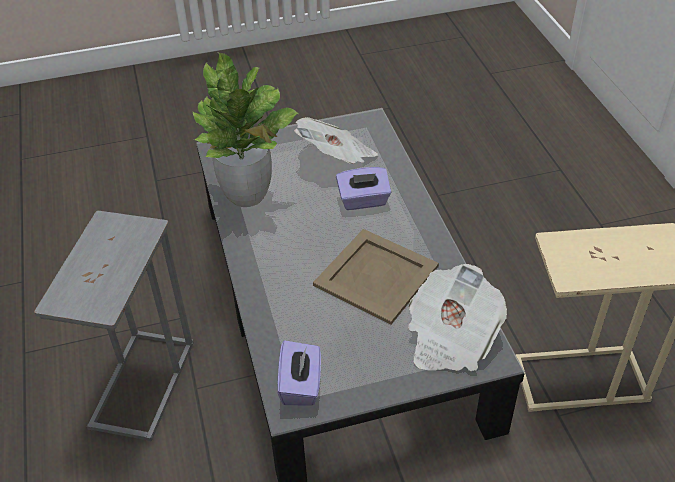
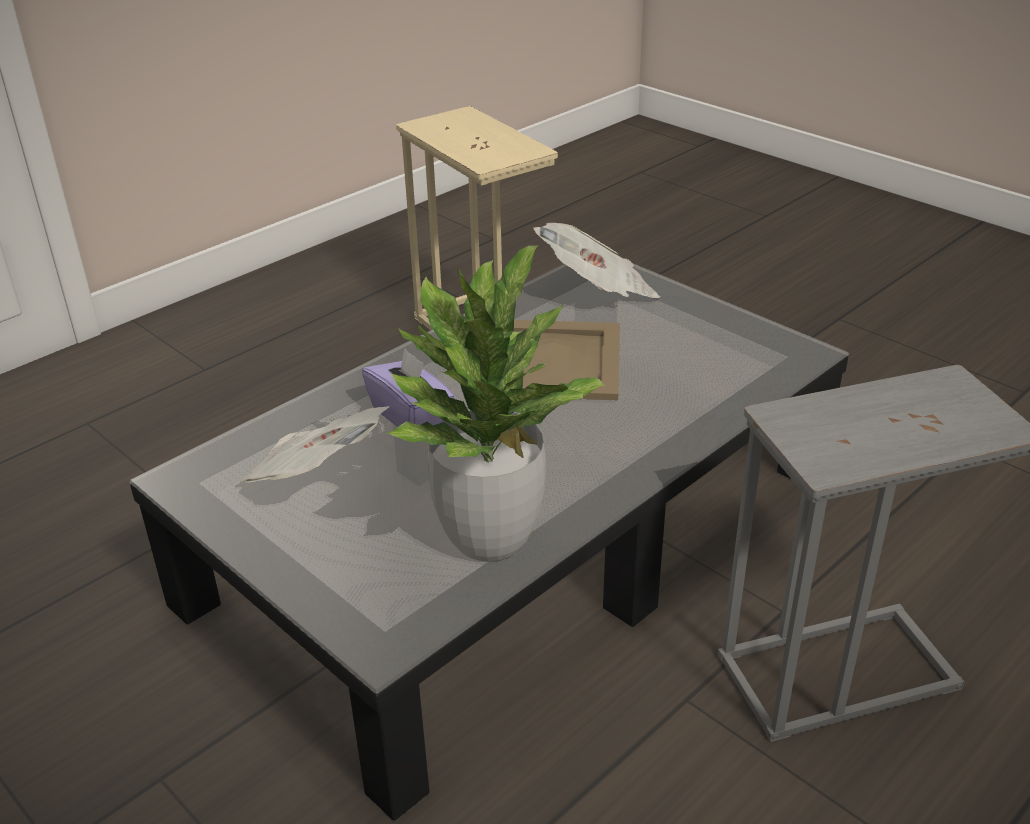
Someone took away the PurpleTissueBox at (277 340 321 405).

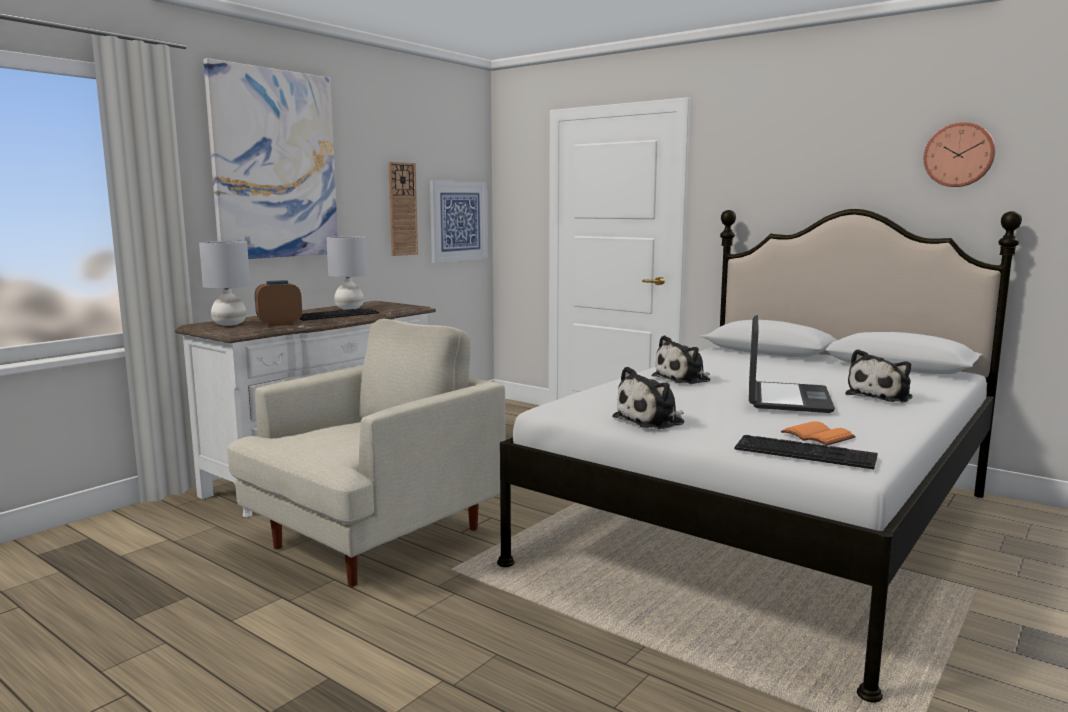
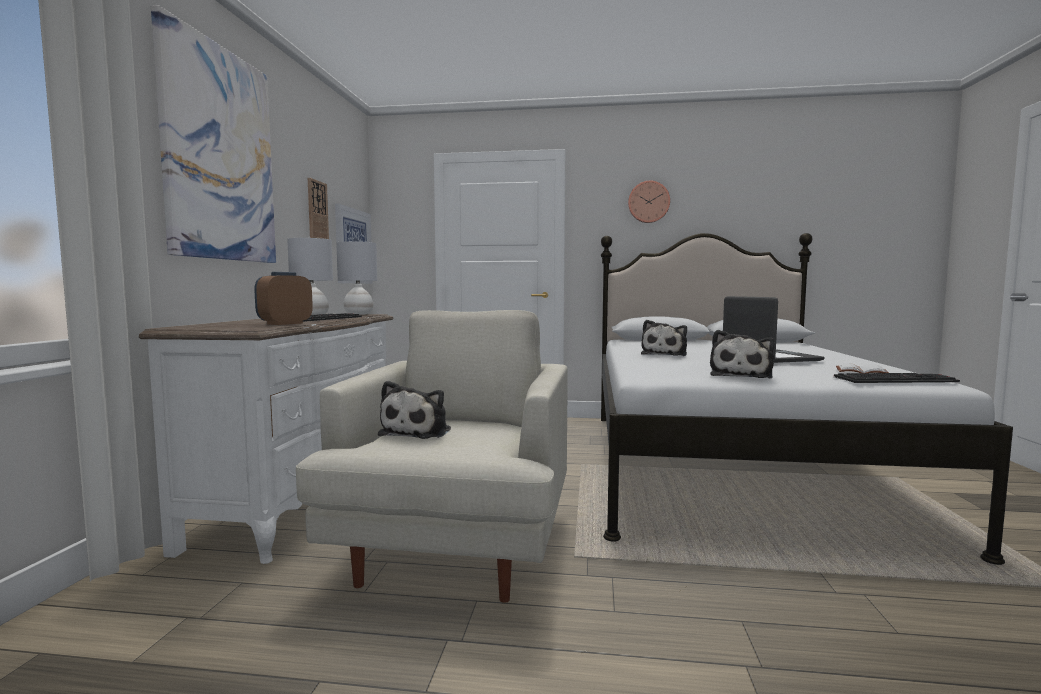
Someone carried the GreyTableLamp from (199 241 250 326) to (336 241 377 315). Someone carried the PlushToy from (845 349 912 402) to (378 381 451 439). Someone carried the WallClock from (924 122 995 187) to (628 181 670 223). Someone repainted the OrangeBook at (781 421 856 445), which became the WhiteBook at (836 363 889 374).

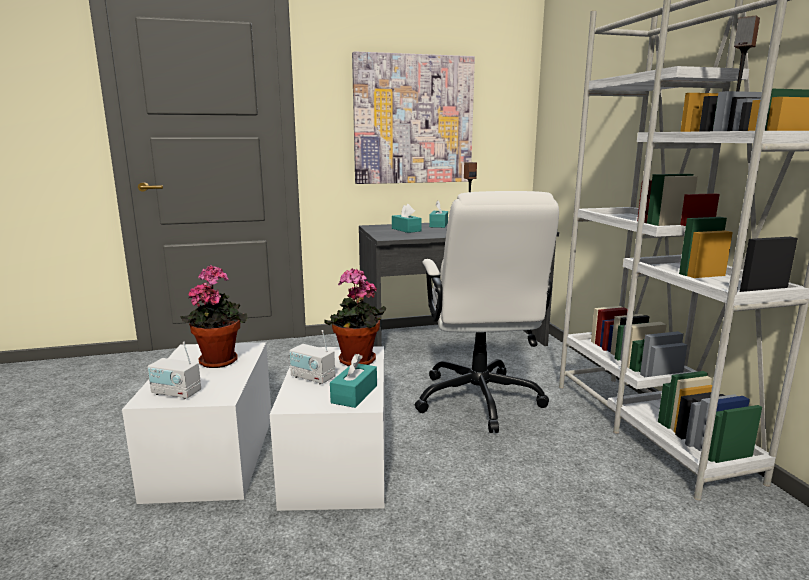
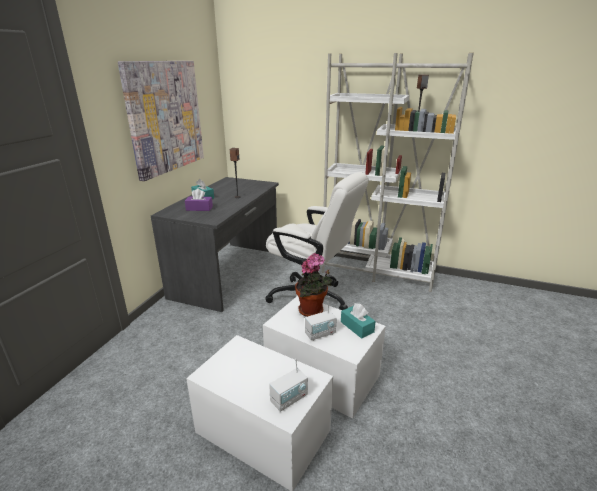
Someone took away the PottedPlant at (180 265 248 368). Someone repainted the TurquoiseTissueBox at (392 204 422 233), which became the PurpleTissueBox at (185 189 213 211).

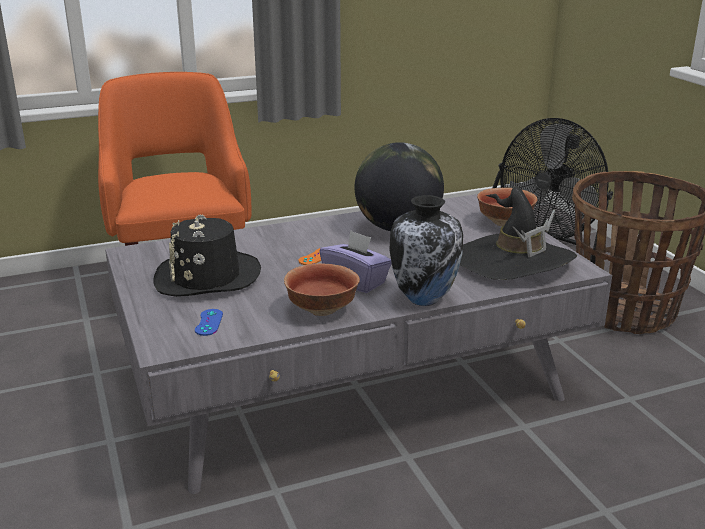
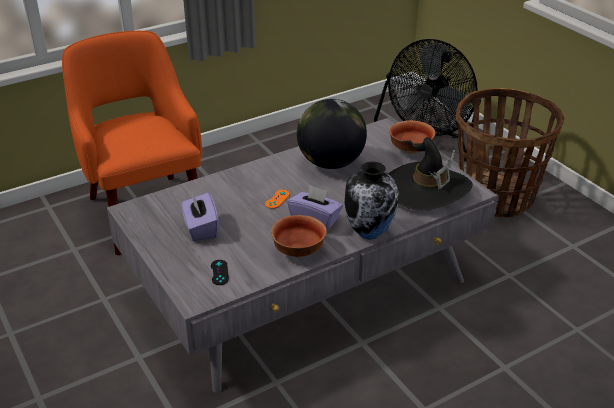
Someone swapped the BlackHat at (153 214 261 297) for the PurpleTissueBox at (181 192 219 241). Someone repainted the BlueGameController at (195 309 223 336), which became the BlackGameController at (211 260 229 285).

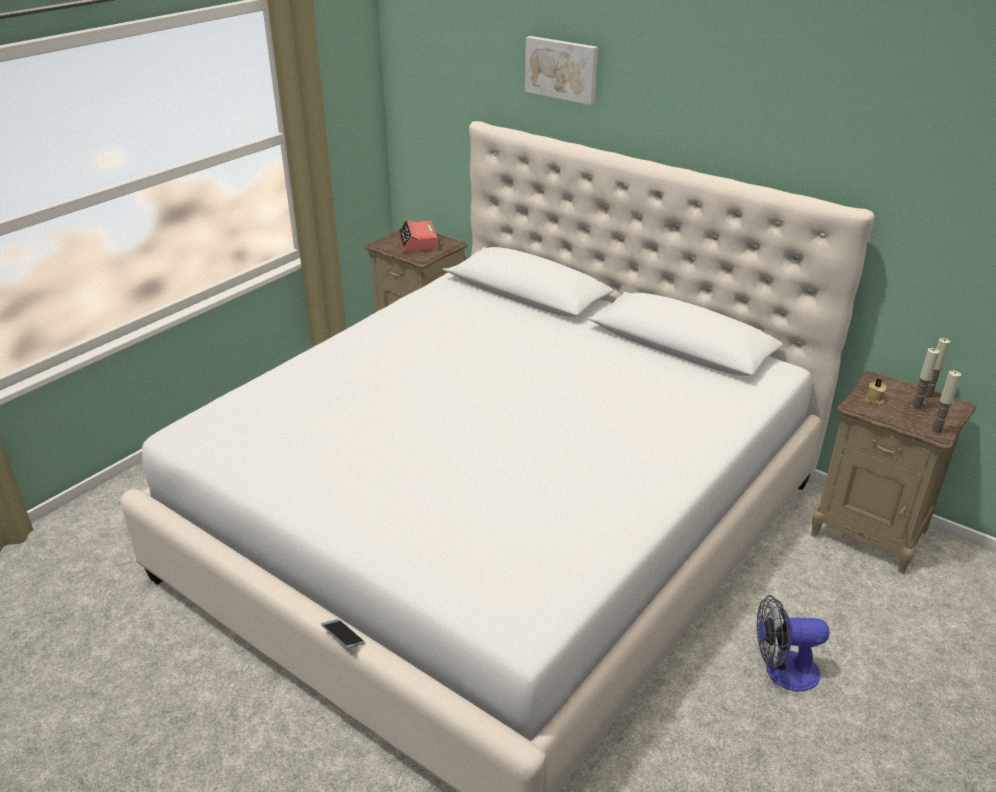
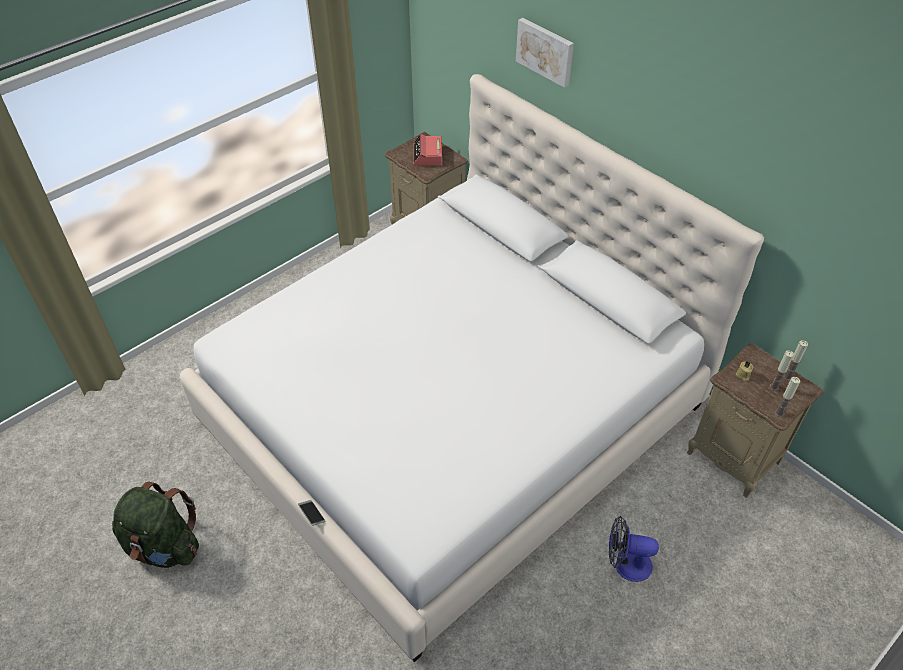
Someone put down the GreenBackpack at (112 481 199 568).

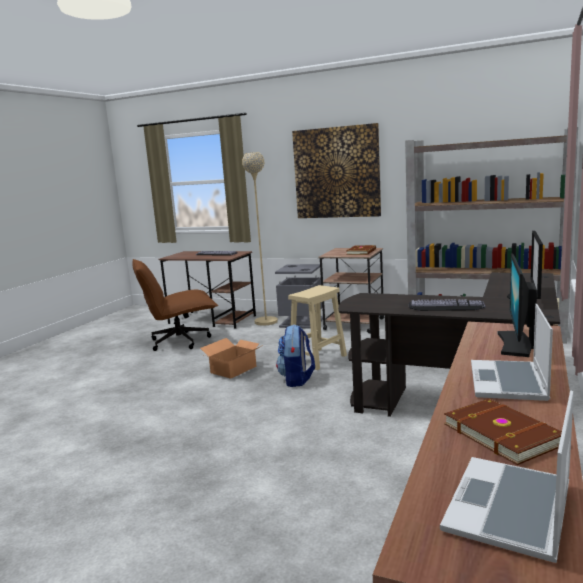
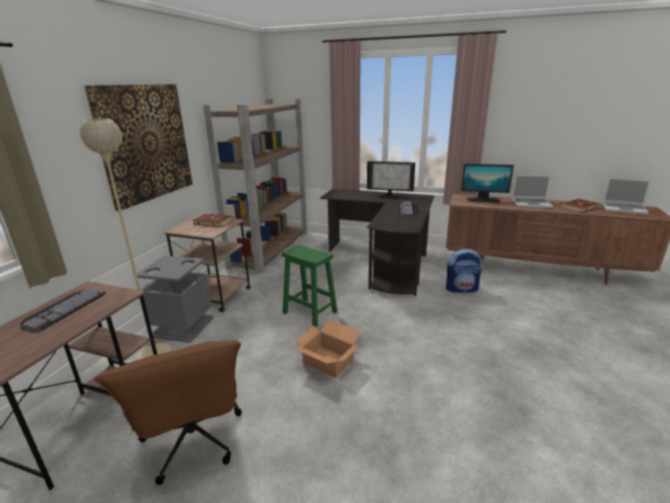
Someone carried the Backpack from (276 324 315 387) to (446 249 482 292). Someone repainted the BeigeStool at (288 285 347 370), which became the GreenStool at (282 245 338 327).

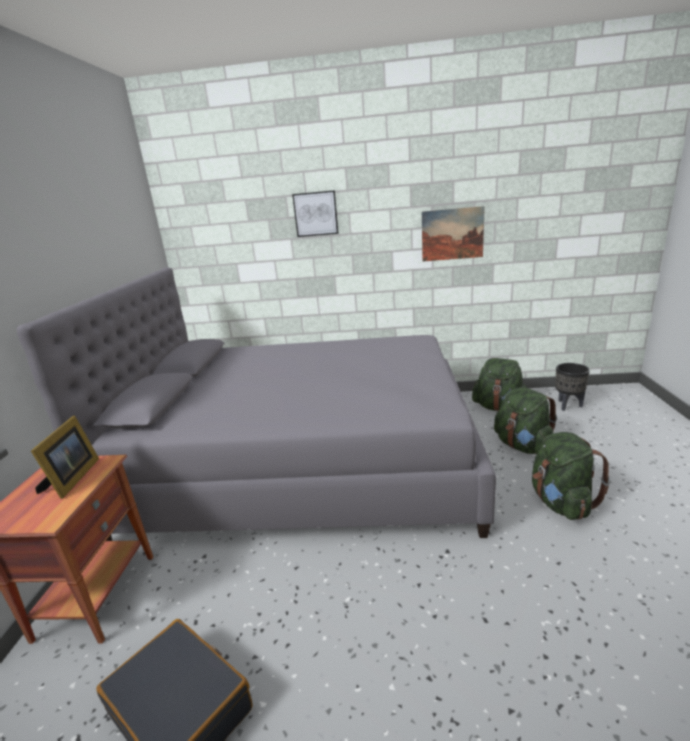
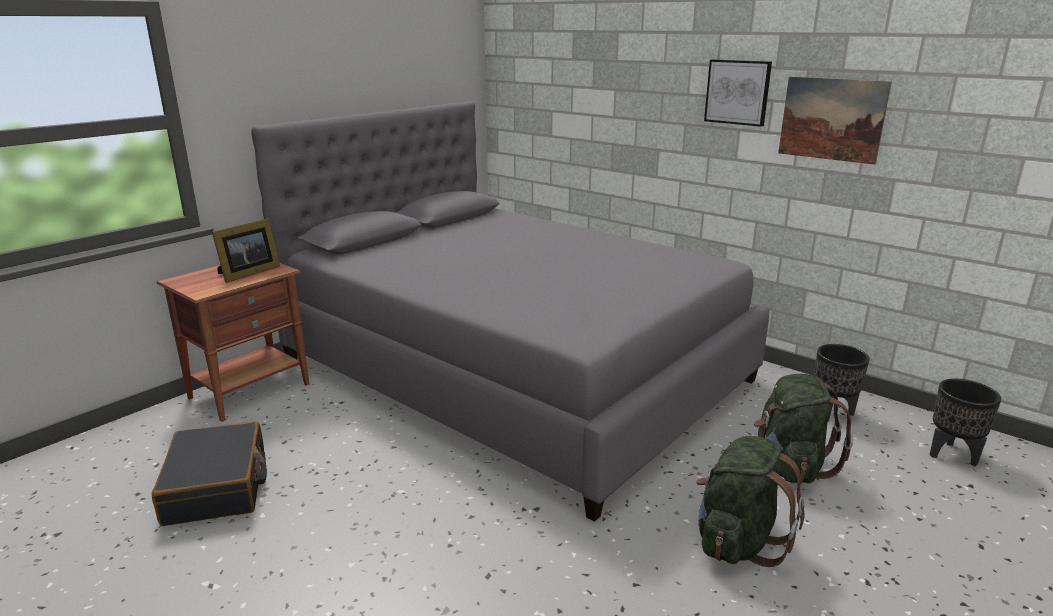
Someone carried the Picture from (292 190 338 237) to (704 59 772 127). Someone swapped the GreenBackpack at (472 358 527 411) for the BlackPlanter at (814 344 870 422).

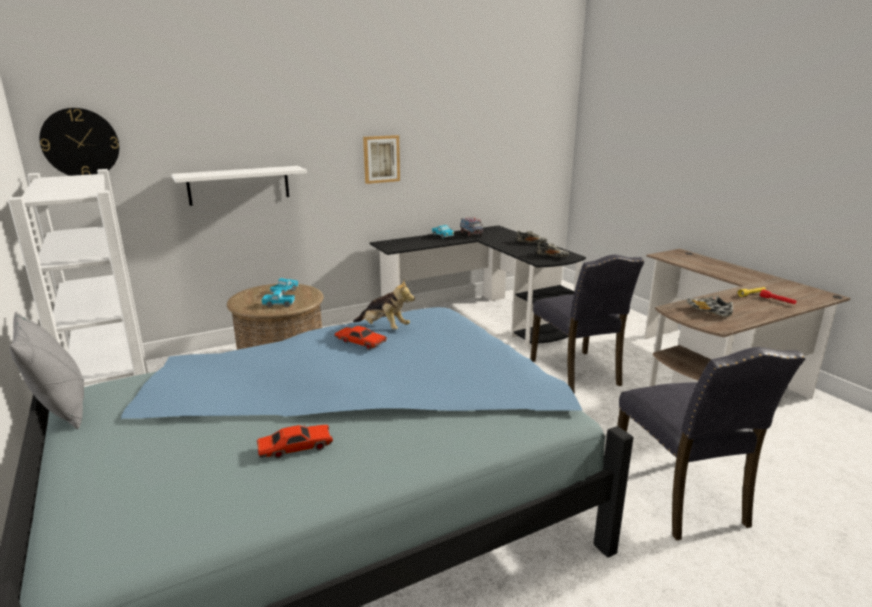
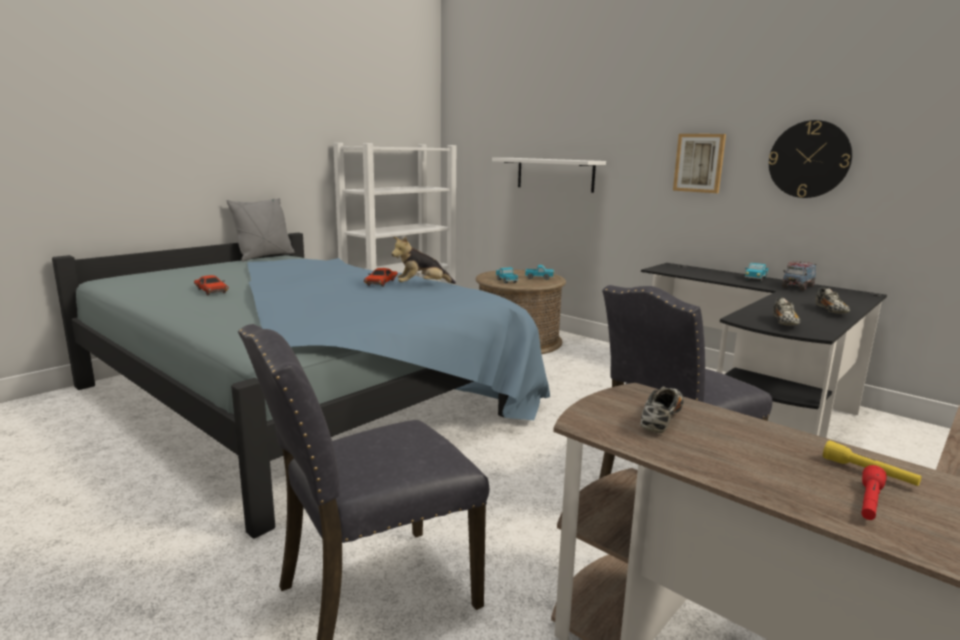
Someone carried the WallClock from (39 108 119 176) to (768 120 852 198). Someone rotated the PlushToy at (353 279 415 330) by 60 degrees clockwise.

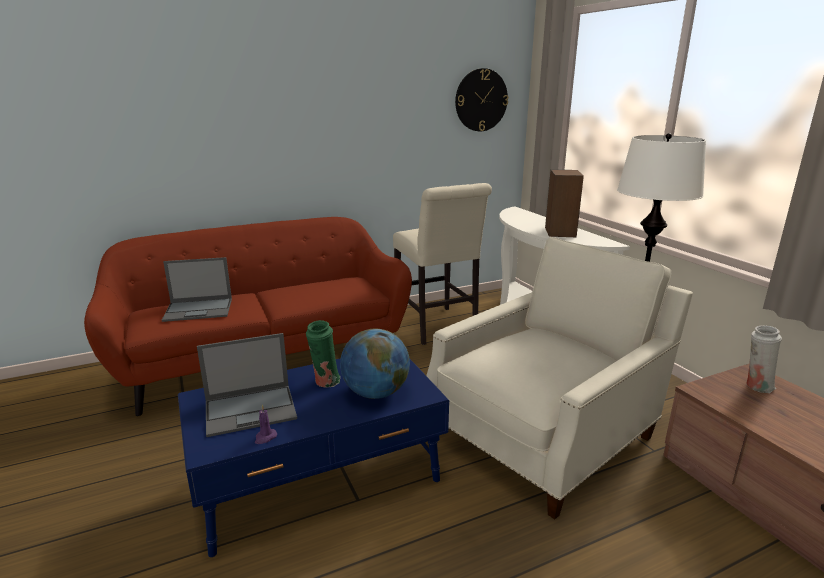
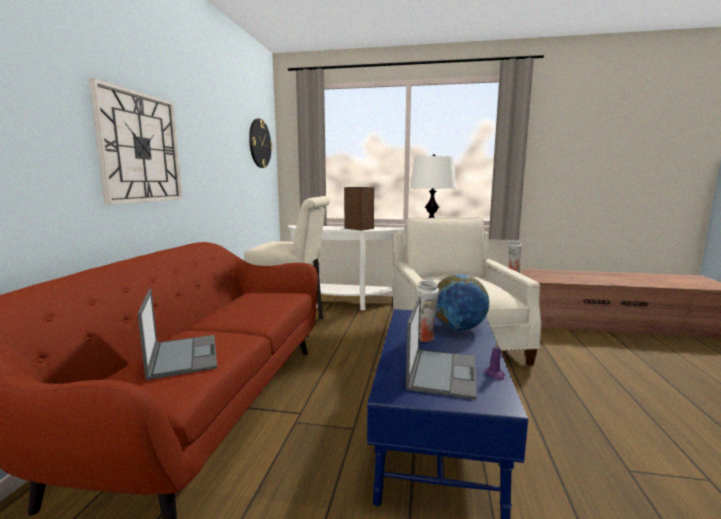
Someone put up the WallClock at (88 78 182 205). Someone repainted the GreenVase at (306 320 340 388), which became the WhiteVase at (415 280 440 342). Someone rotated the Laptop at (162 257 232 322) by 45 degrees counterclockwise.

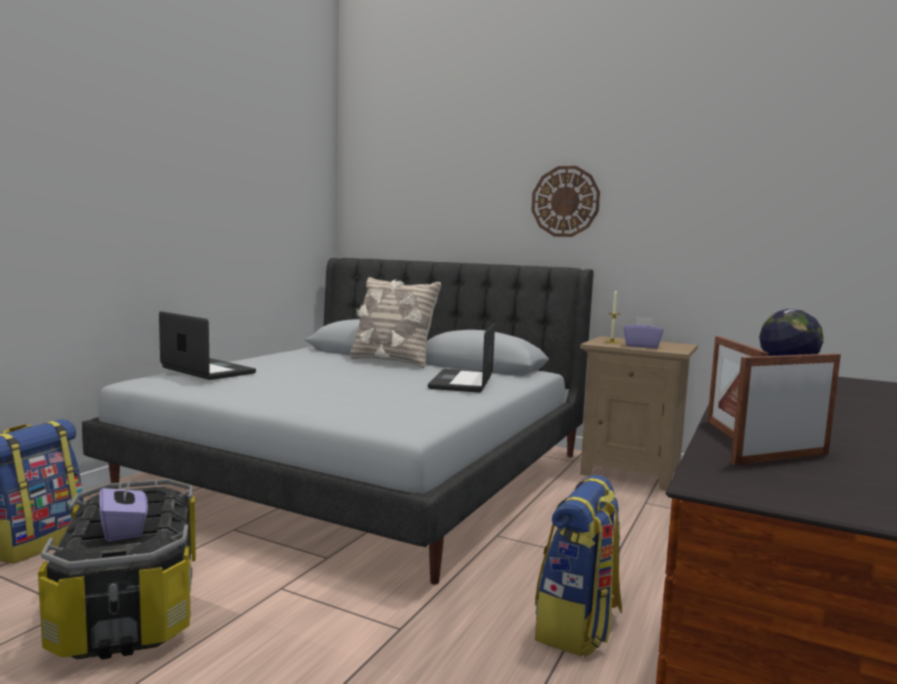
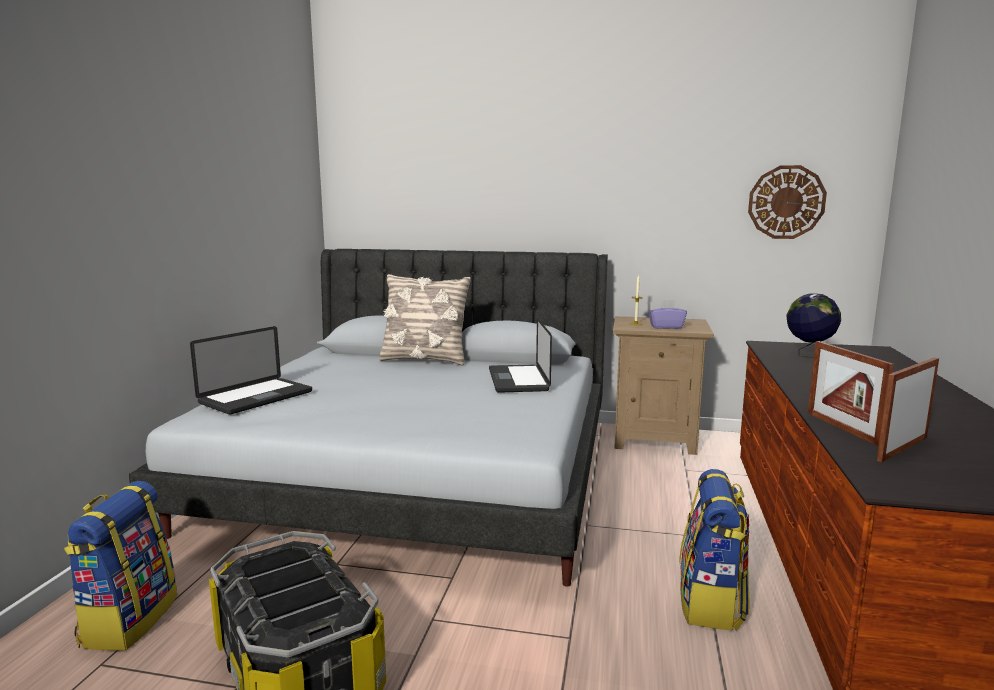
Someone took away the PurpleTissueBox at (99 479 148 541). Someone carried the WallClock from (531 166 600 237) to (748 165 827 239). Someone rotated the Laptop at (159 311 256 380) by 105 degrees clockwise.

